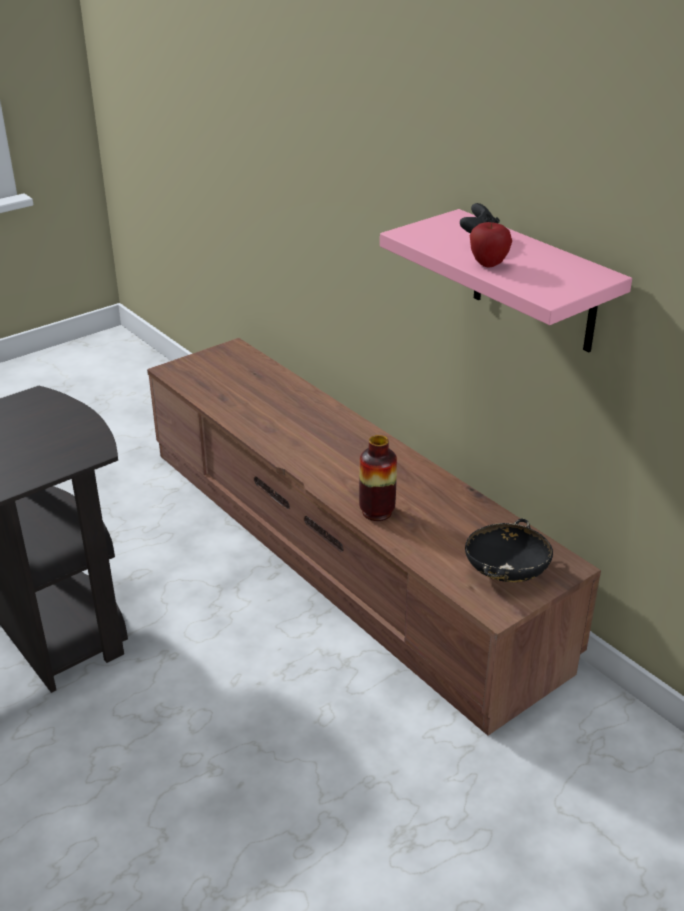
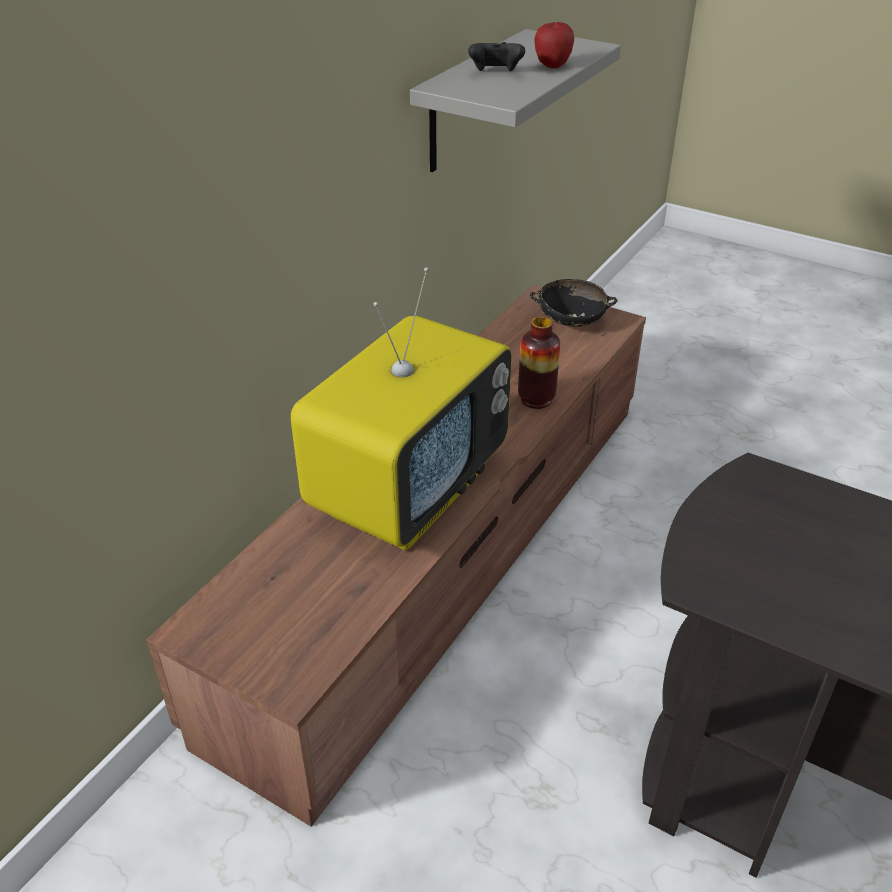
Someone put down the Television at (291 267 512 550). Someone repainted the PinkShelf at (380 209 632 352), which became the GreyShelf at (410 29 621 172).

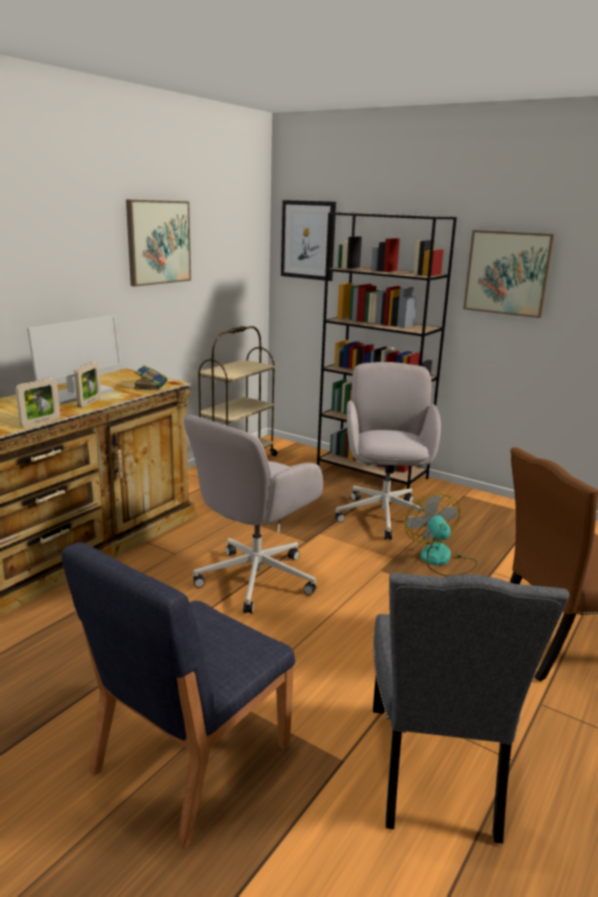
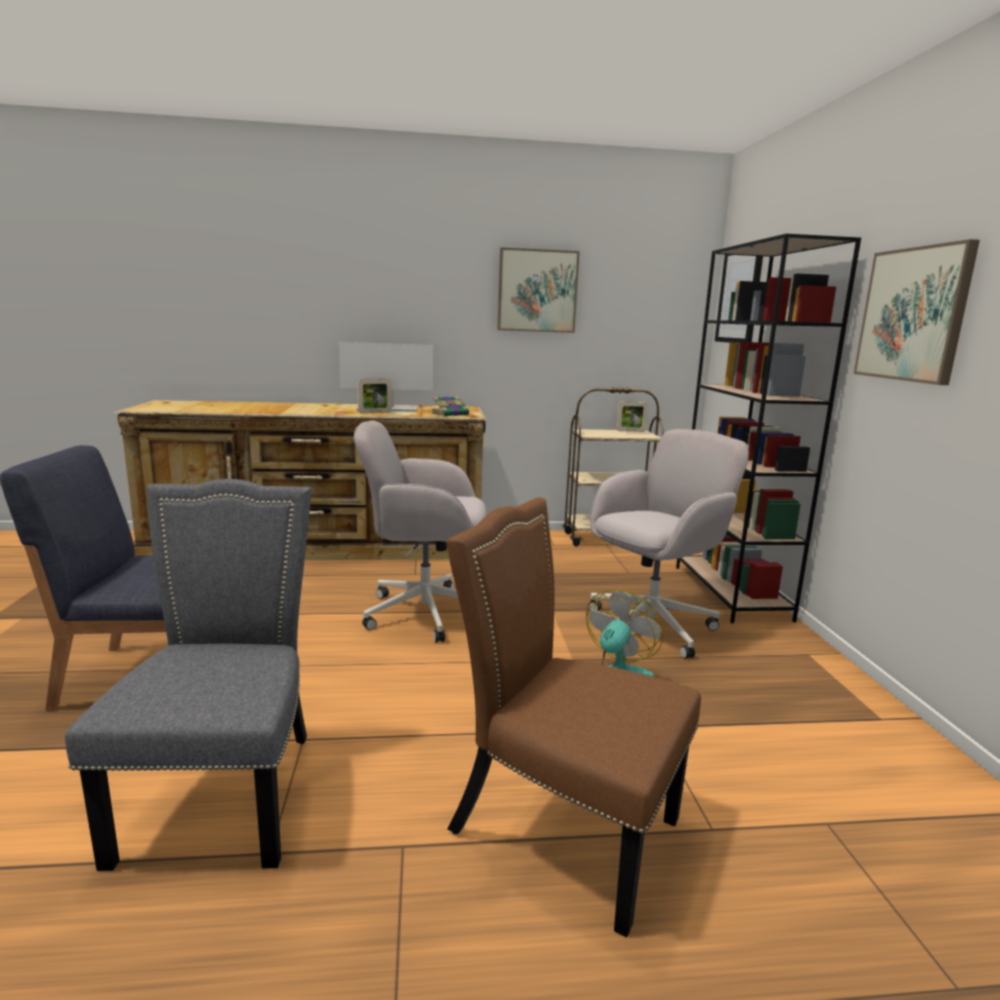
Someone carried the PictureFrame from (16 378 60 427) to (616 402 648 432). Someone rotated the GreyChair at (373 573 569 844) by 120 degrees clockwise.

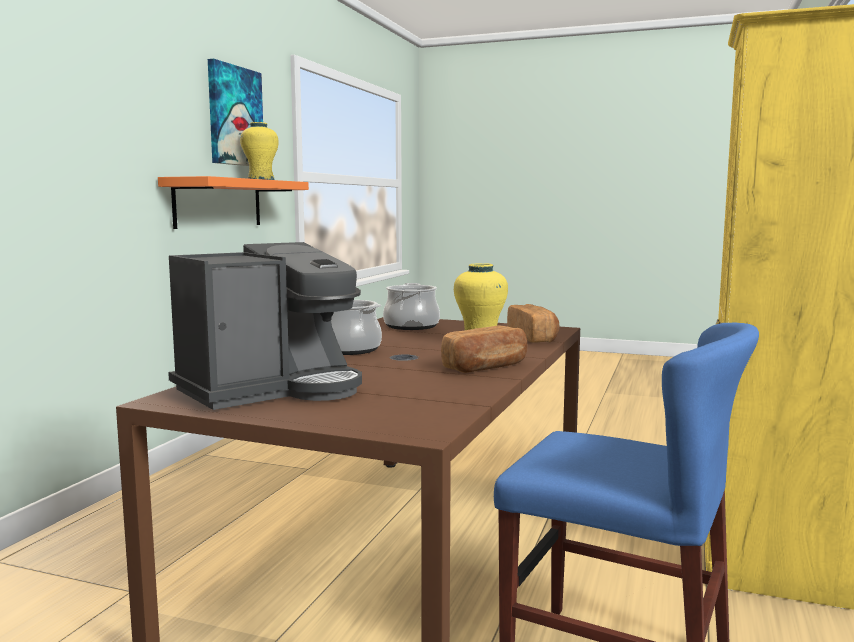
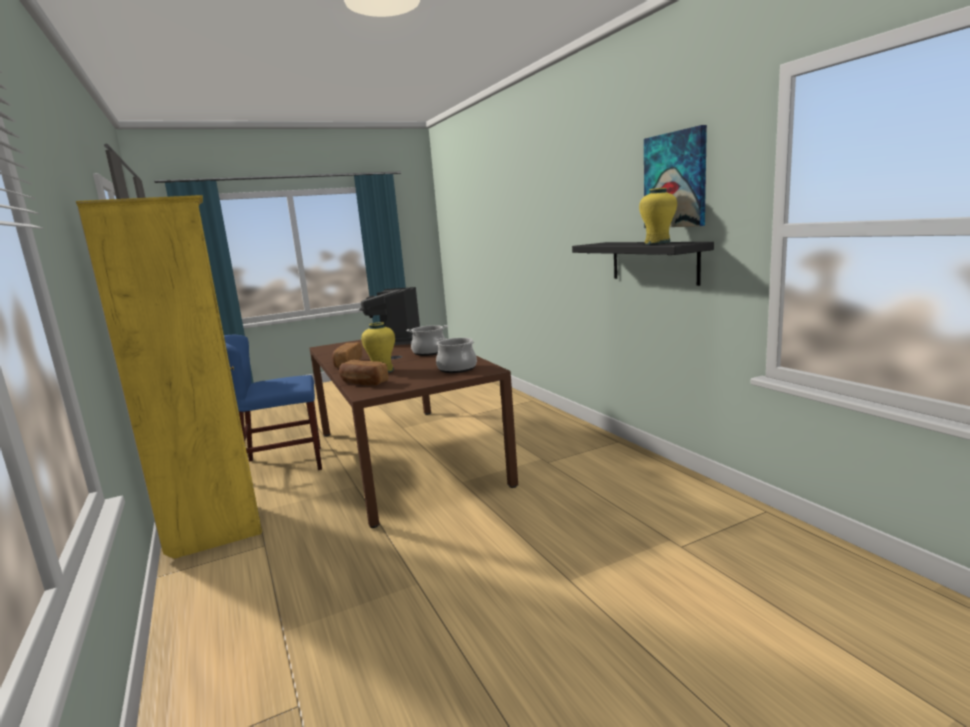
Someone repainted the OrangeShelf at (158 176 309 229), which became the BlackShelf at (572 242 714 286).

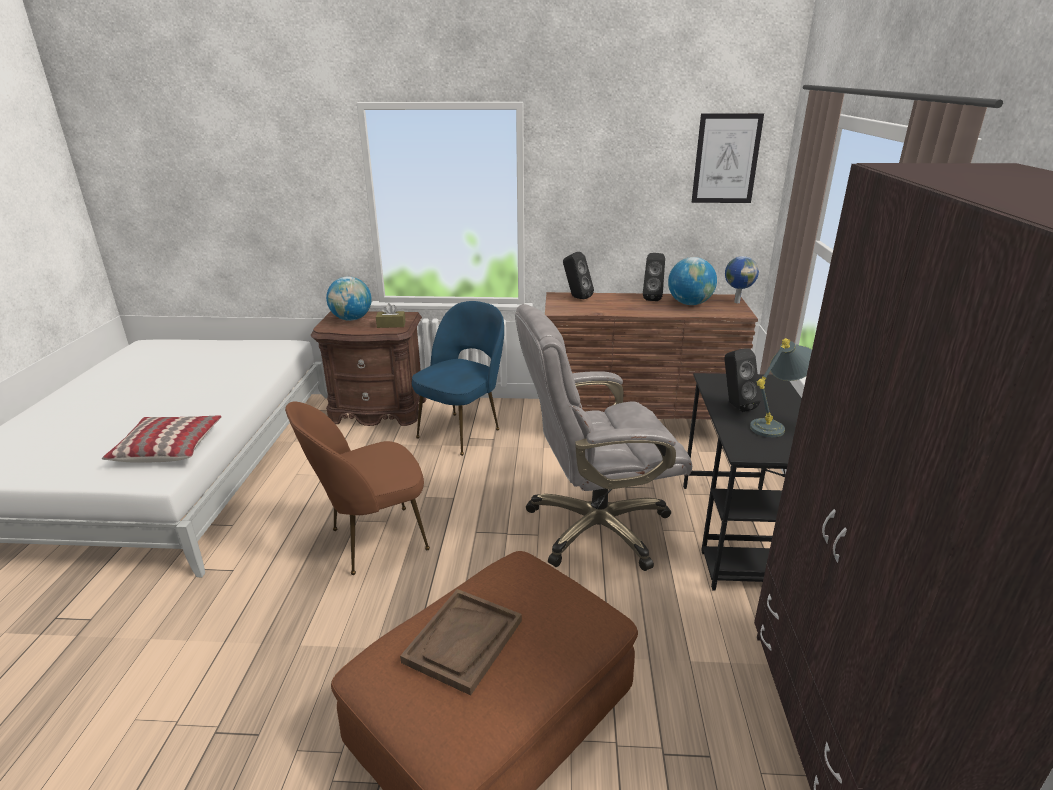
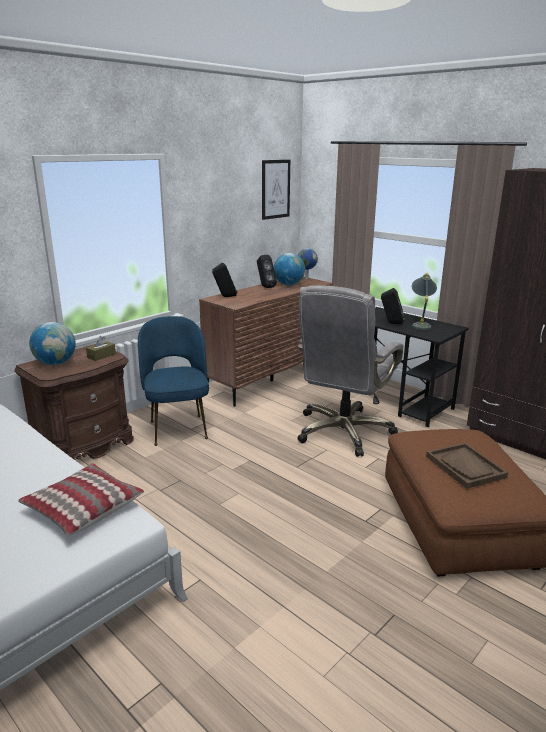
Someone took away the BrownChair at (285 401 430 575).

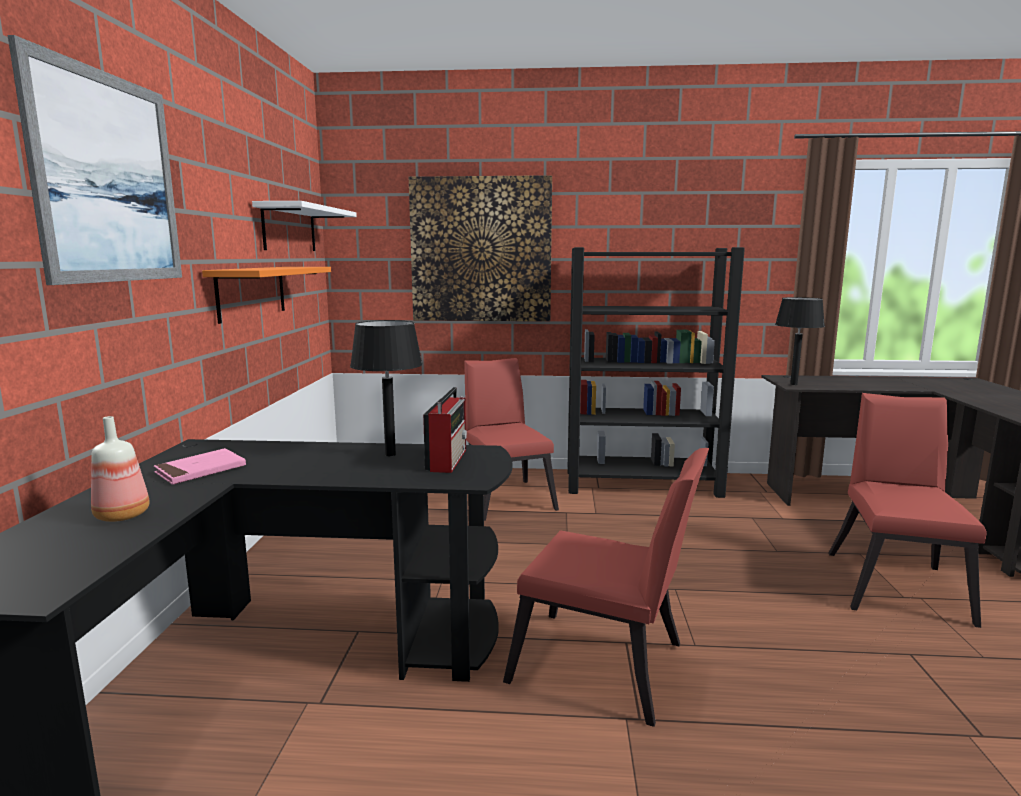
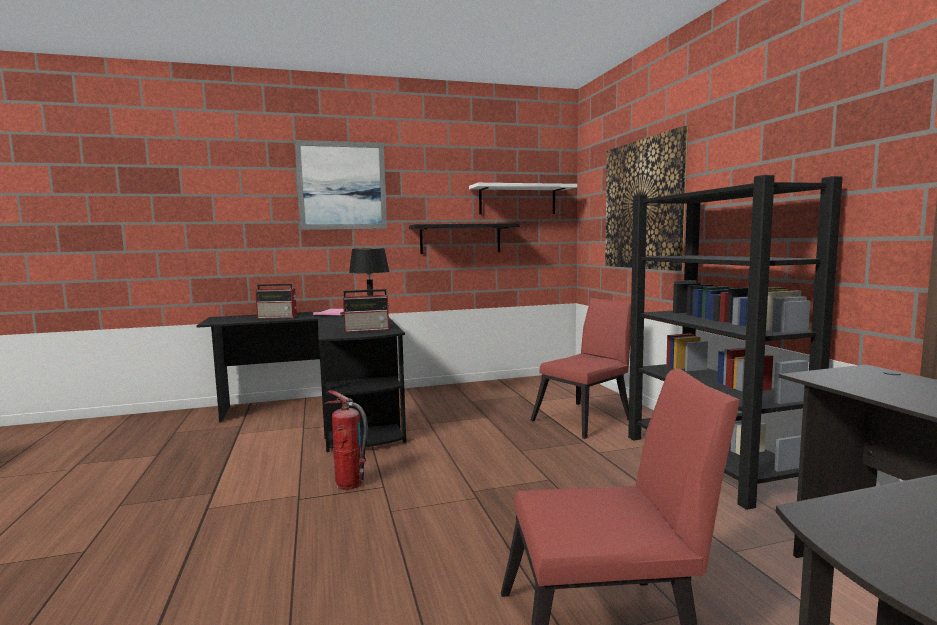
Someone took away the BlackTableLamp at (775 297 825 385). Someone swapped the Bottle at (91 416 150 522) for the Radio at (255 284 297 318). Someone swapped the RedChair at (503 448 709 727) for the FireExtinguisher at (324 390 368 490). Someone repainted the OrangeShelf at (202 267 331 324), which became the BlackShelf at (409 223 520 254).

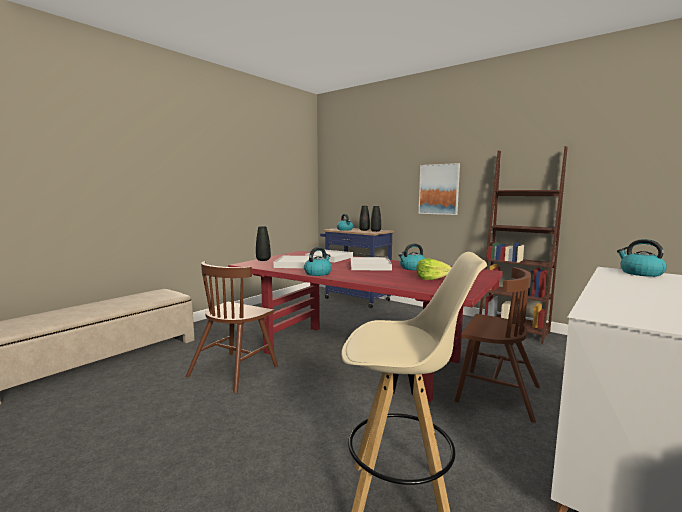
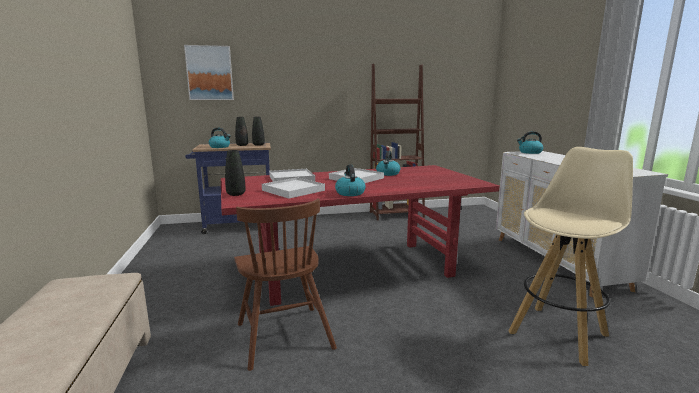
Someone took away the Lettuce at (416 258 452 280). Someone took away the BrownChair at (454 267 540 423). Someone carried the Picture from (419 163 460 215) to (184 45 234 100).

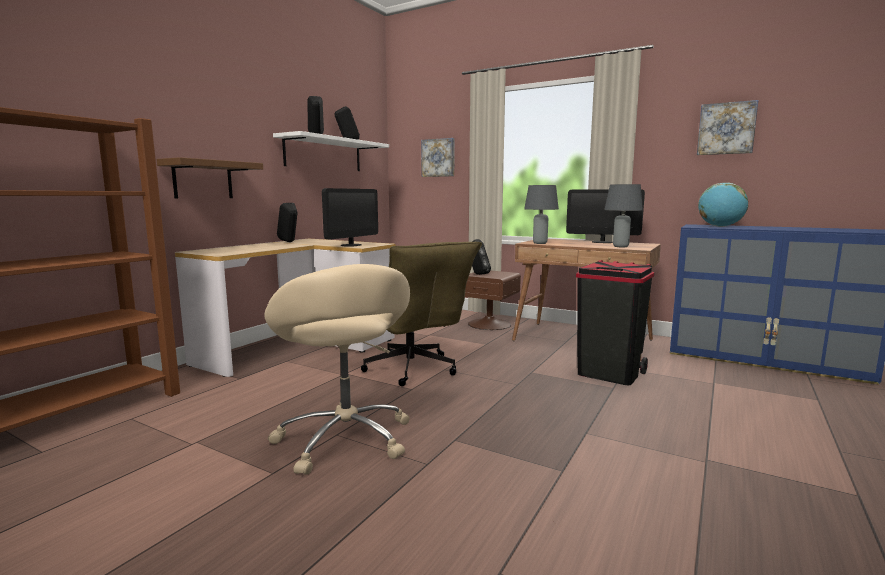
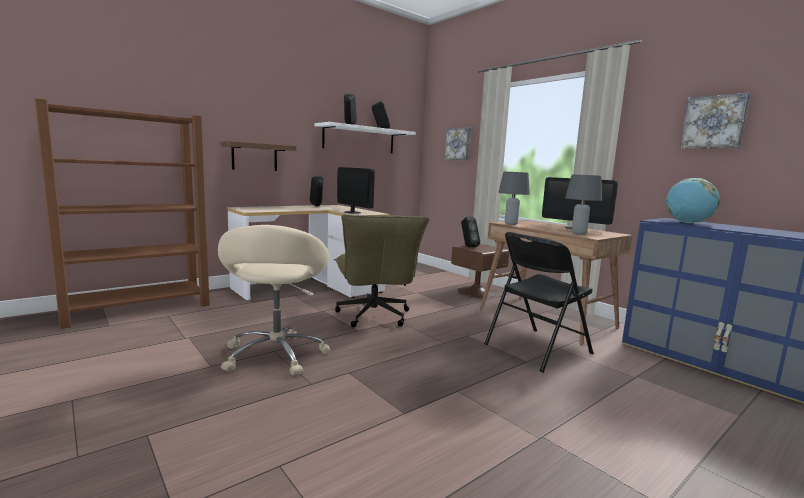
Someone swapped the BlackTrashCan at (576 260 654 385) for the BlackChair at (484 232 594 373). Someone rotated the Monitor at (322 188 378 247) by 90 degrees counterclockwise.

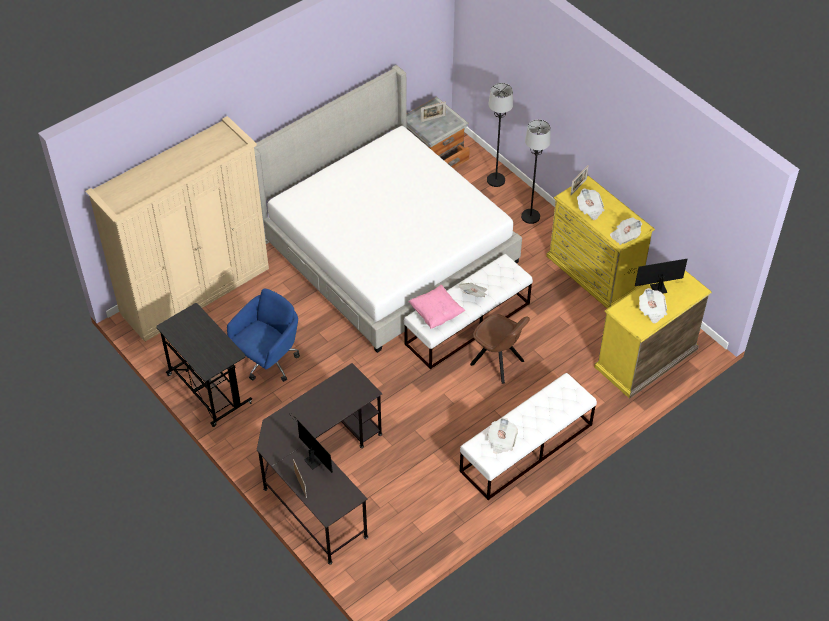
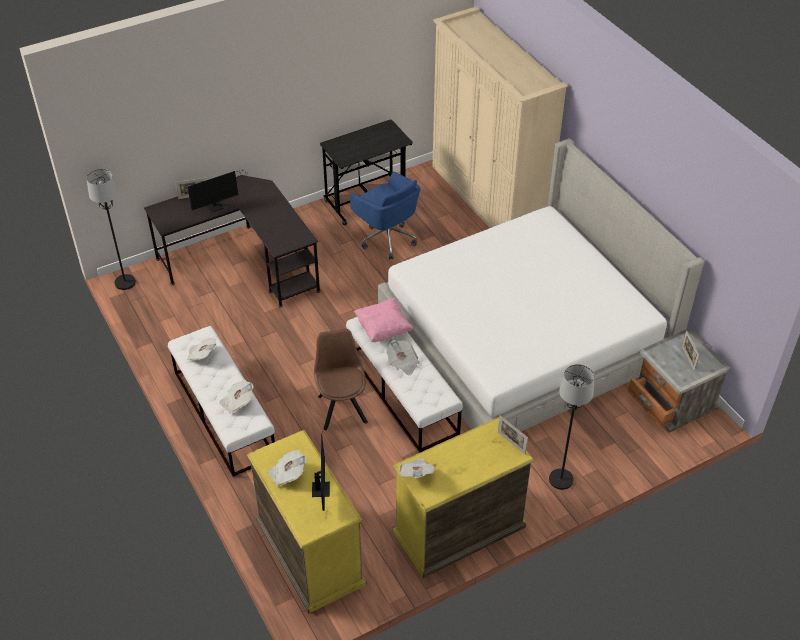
Someone carried the BlackFloorLamp from (487 83 513 187) to (86 169 136 290). Someone carried the Newspaper from (577 188 605 220) to (220 380 254 413). Someone rotated the BrownChair at (470 314 530 384) by 120 degrees clockwise.

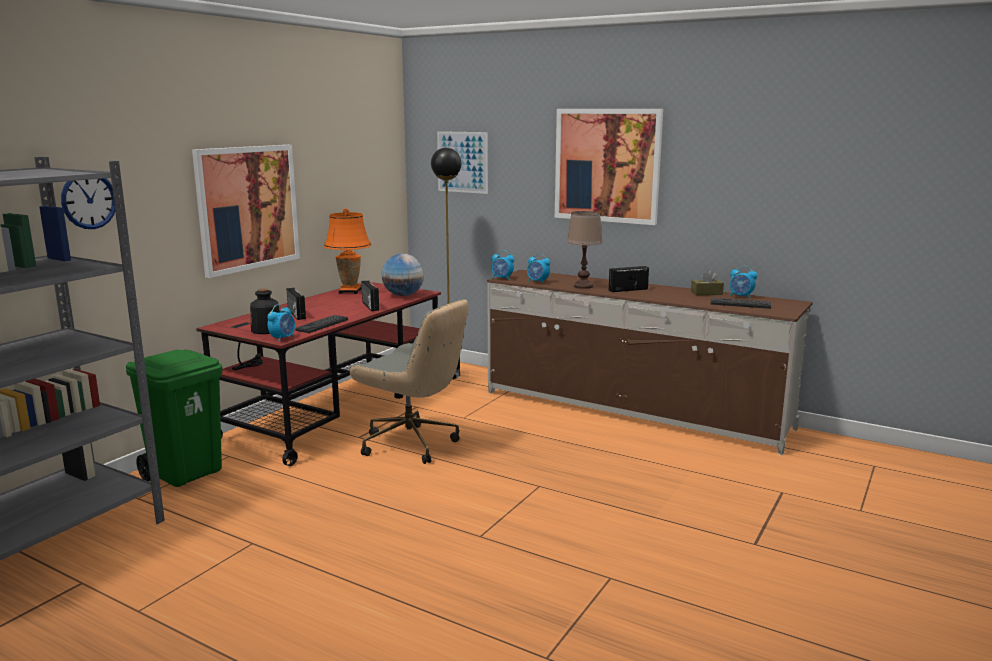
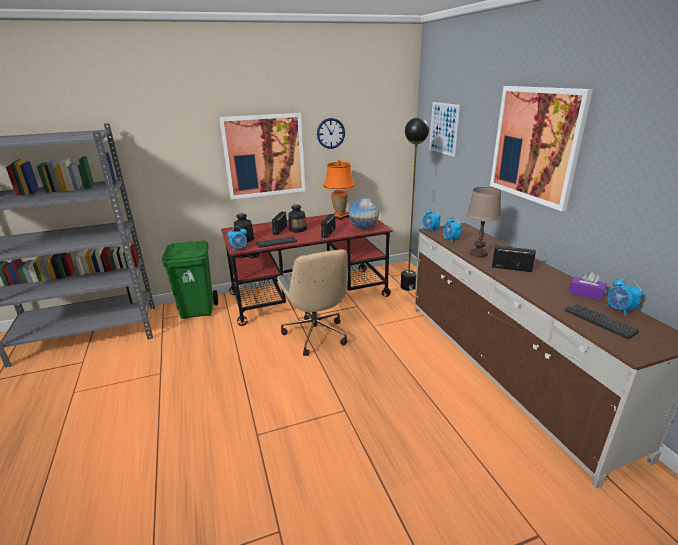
Someone put down the Bottle at (288 204 307 233). Someone carried the WallClock from (61 178 115 229) to (317 118 345 149). Someone repainted the BrownTissueBox at (691 270 724 295), which became the PurpleTissueBox at (569 272 607 301).

